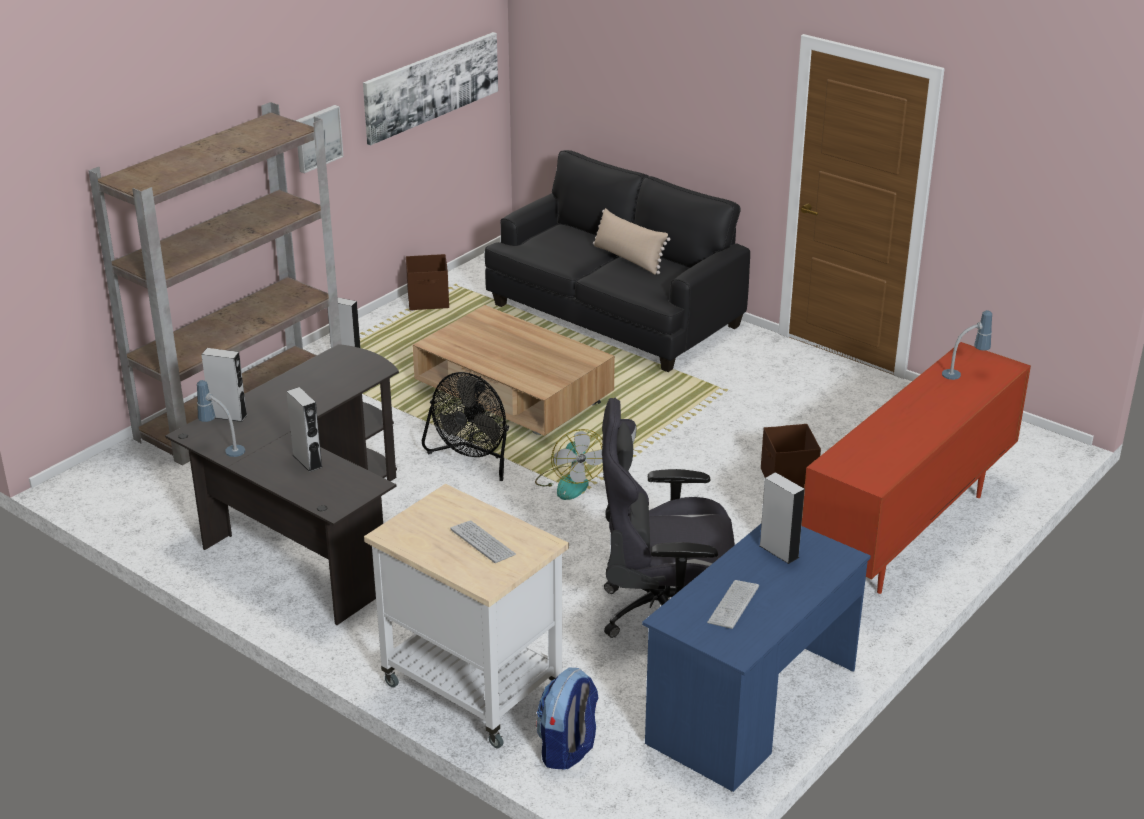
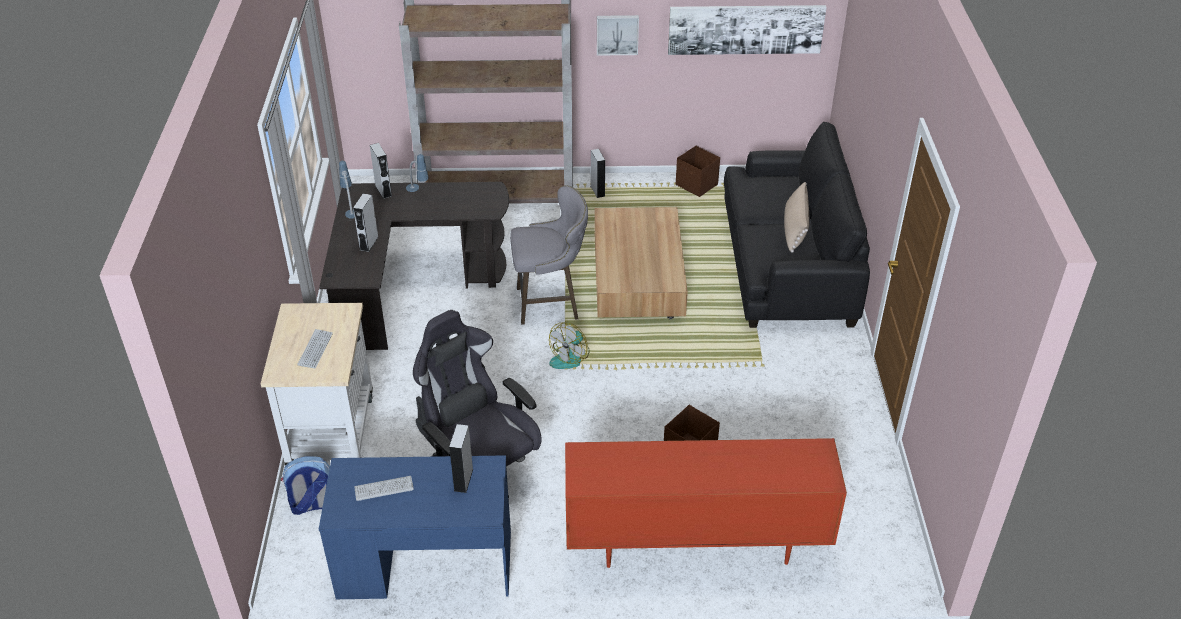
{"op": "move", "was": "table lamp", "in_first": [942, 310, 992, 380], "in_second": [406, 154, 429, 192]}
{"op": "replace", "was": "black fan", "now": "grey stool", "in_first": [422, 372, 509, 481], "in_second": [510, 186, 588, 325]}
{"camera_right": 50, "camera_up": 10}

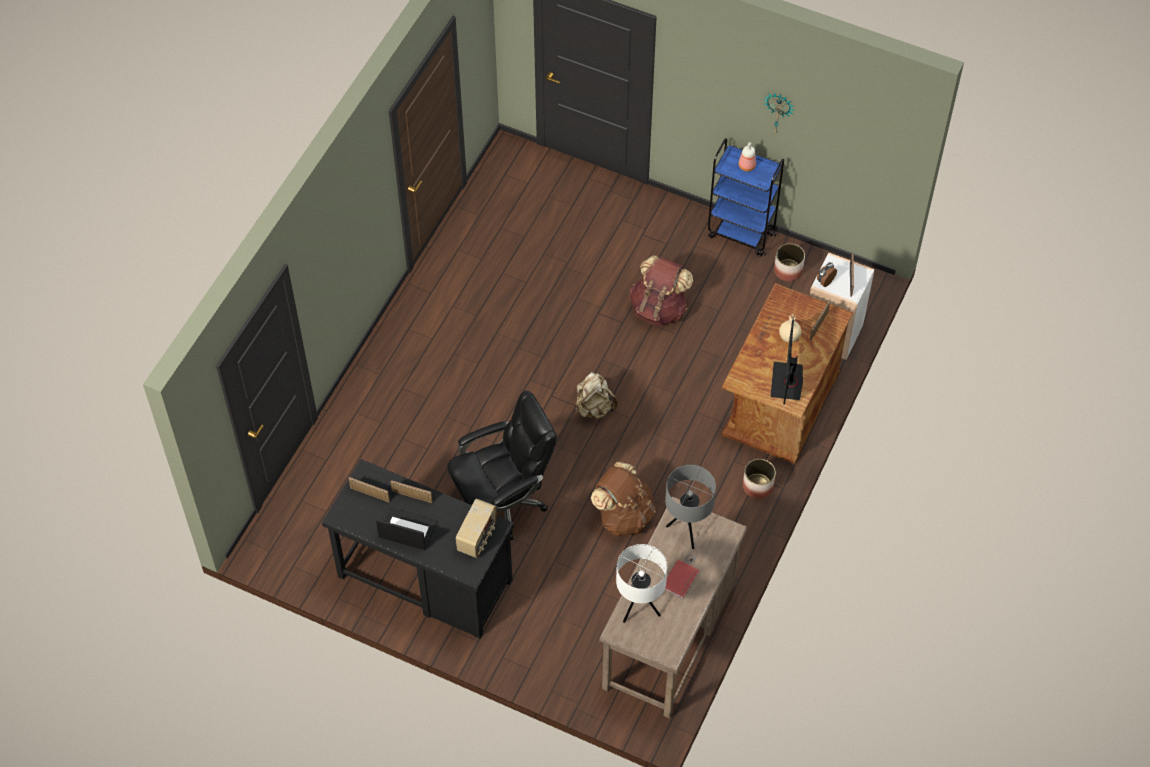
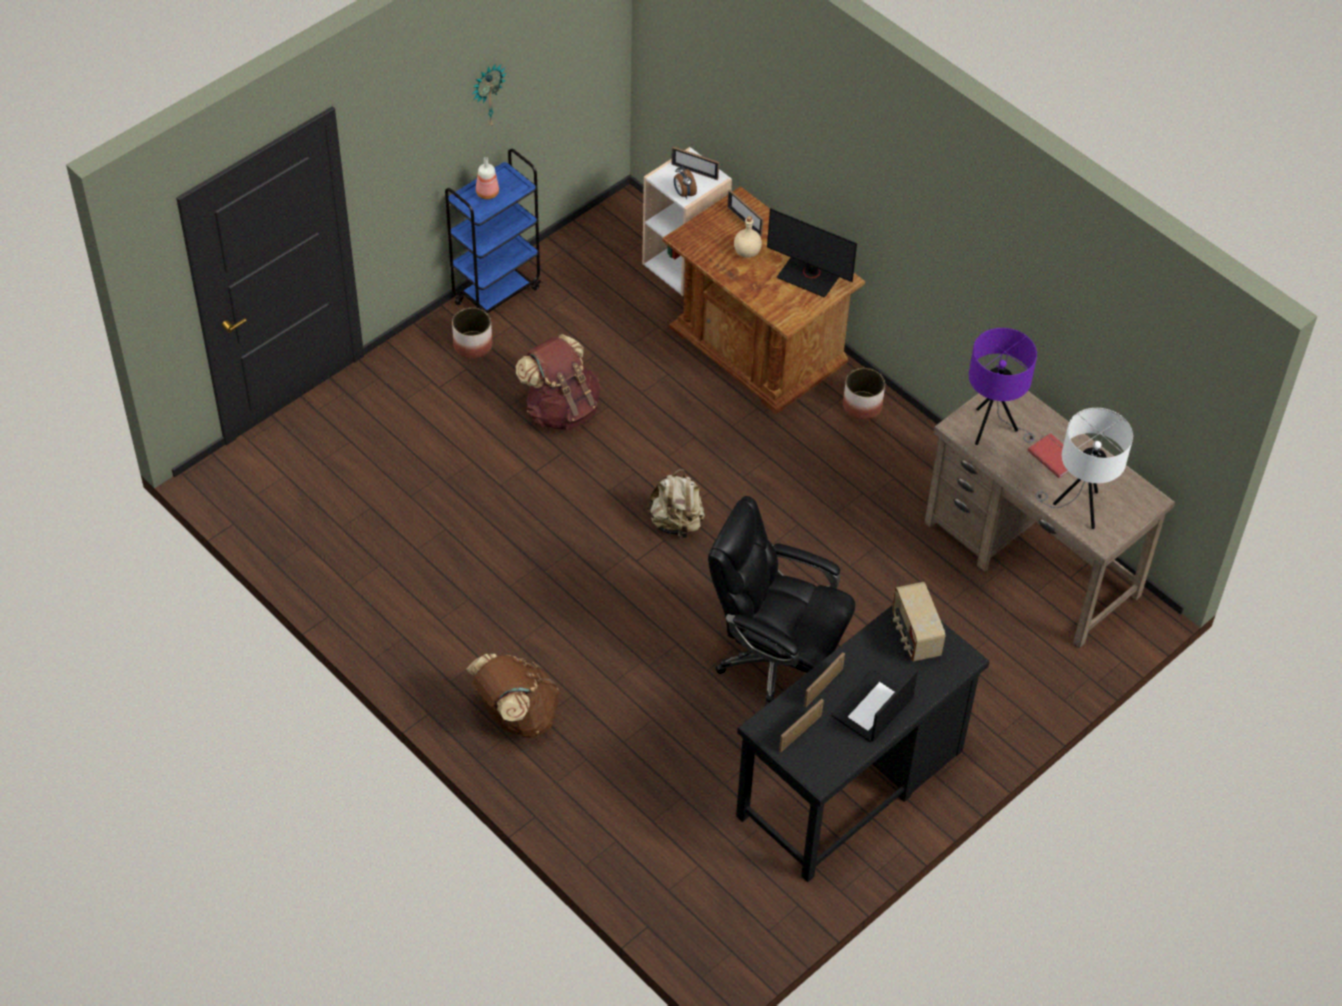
{"op": "move", "was": "planter", "in_first": [774, 243, 805, 281], "in_second": [452, 307, 493, 359]}
{"op": "move", "was": "brown backpack", "in_first": [591, 462, 657, 537], "in_second": [466, 654, 560, 738]}
{"op": "rotate", "was": "black office chair", "in_first": [447, 391, 557, 540], "in_second": [708, 496, 855, 706], "clockwise": -60}
{"op": "rotate", "was": "radio", "in_first": [456, 498, 497, 558], "in_second": [892, 582, 945, 662], "clockwise": -150}
{"op": "recolor", "was": "grey table lamp", "now": "purple table lamp", "in_first": [665, 465, 716, 563], "in_second": [969, 328, 1037, 445]}
{"camera_right": -70, "camera_up": -5}

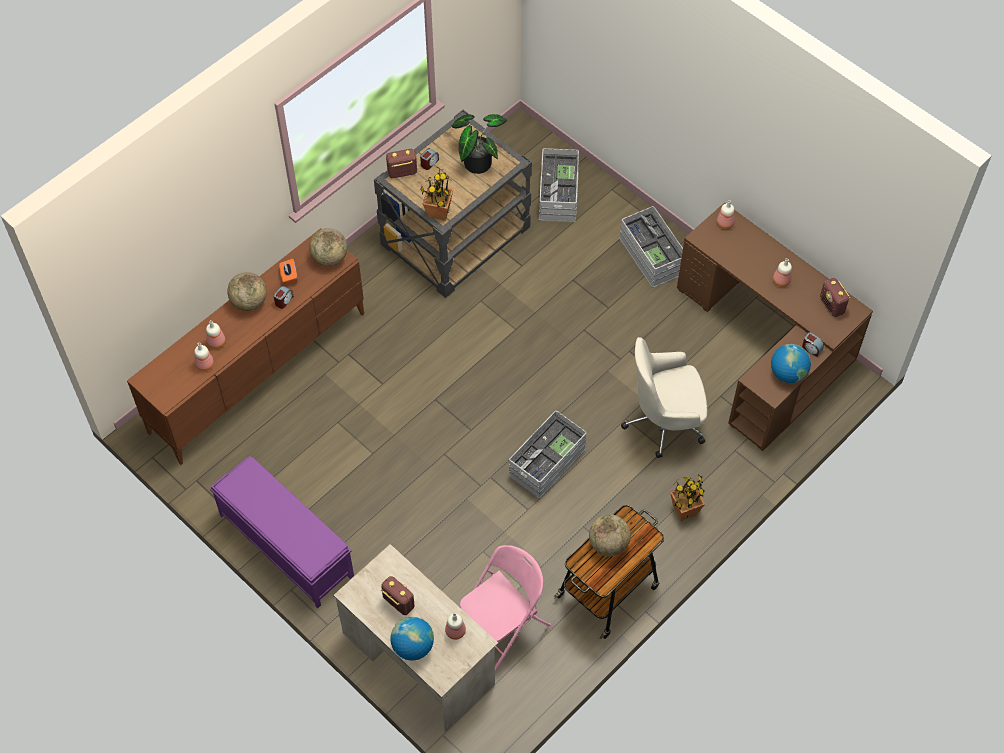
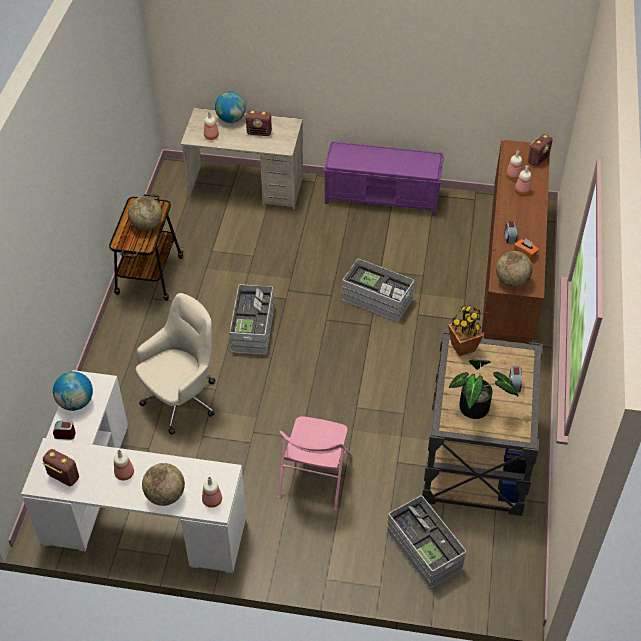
{"op": "recolor", "was": "brown desk", "now": "white desk", "in_first": [677, 202, 873, 451], "in_second": [21, 370, 246, 573]}
{"op": "move", "was": "globe", "in_first": [227, 272, 267, 311], "in_second": [142, 463, 185, 506]}
{"op": "move", "was": "pink chair", "in_first": [460, 545, 551, 671], "in_second": [278, 416, 352, 510]}
{"op": "move", "was": "grey storage box", "in_first": [619, 206, 683, 288], "in_second": [342, 259, 414, 322]}
{"op": "move", "was": "radio", "in_first": [386, 149, 417, 178], "in_second": [528, 134, 553, 167]}
{"op": "delete", "was": "potted plant", "in_first": [670, 475, 705, 521]}
{"camera_right": 145, "camera_up": -10}

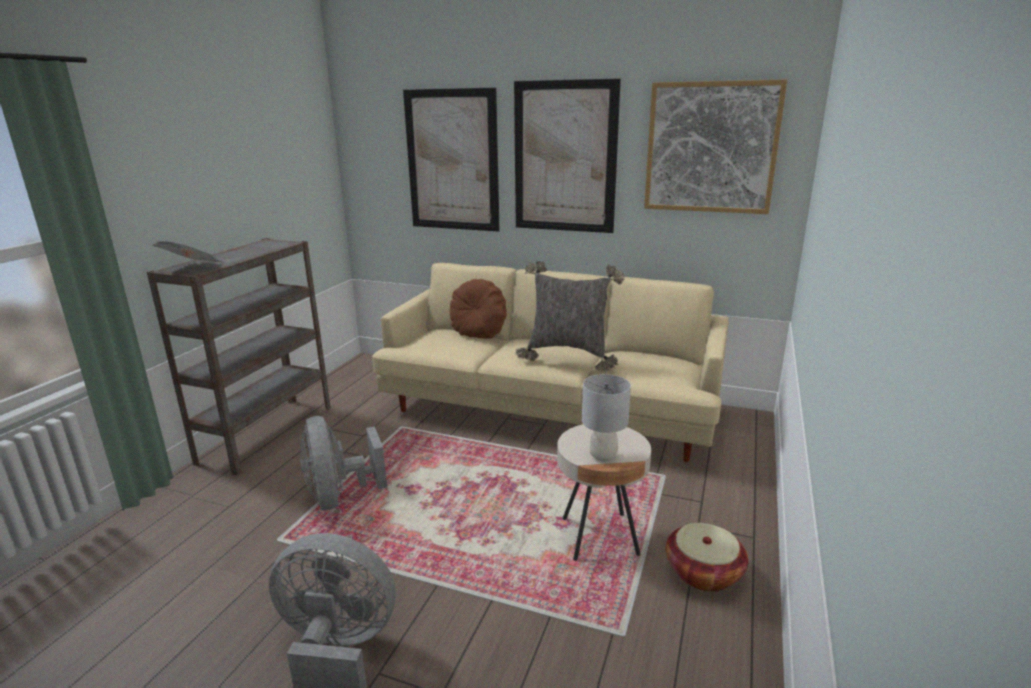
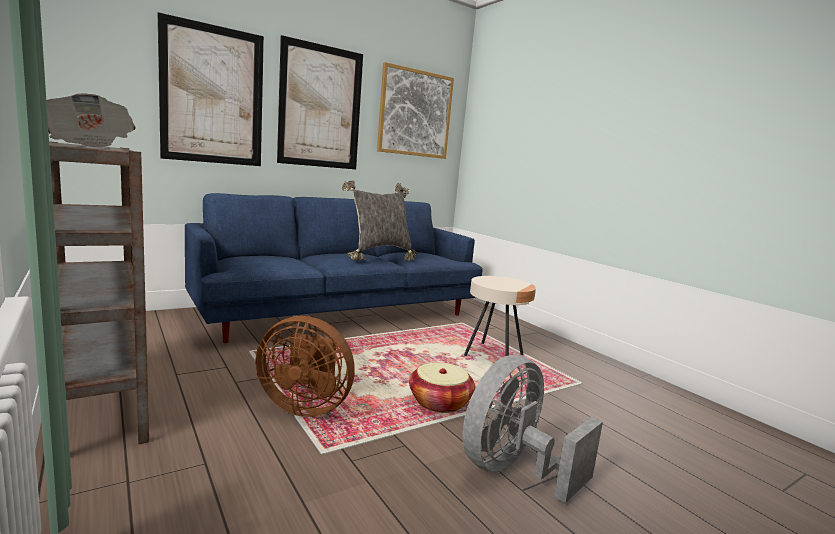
{"op": "recolor", "was": "beige sofa", "now": "blue sofa", "in_first": [372, 263, 729, 462], "in_second": [185, 193, 483, 343]}
{"op": "recolor", "was": "grey fan", "now": "brown fan", "in_first": [300, 416, 387, 510], "in_second": [255, 316, 355, 417]}
{"op": "move", "was": "basket", "in_first": [665, 523, 748, 592], "in_second": [409, 363, 475, 413]}
{"op": "delete", "was": "brown pillow", "in_first": [450, 279, 507, 339]}
{"op": "delete", "was": "grey table lamp", "in_first": [582, 374, 631, 461]}
{"camera_right": -55, "camera_up": -10}

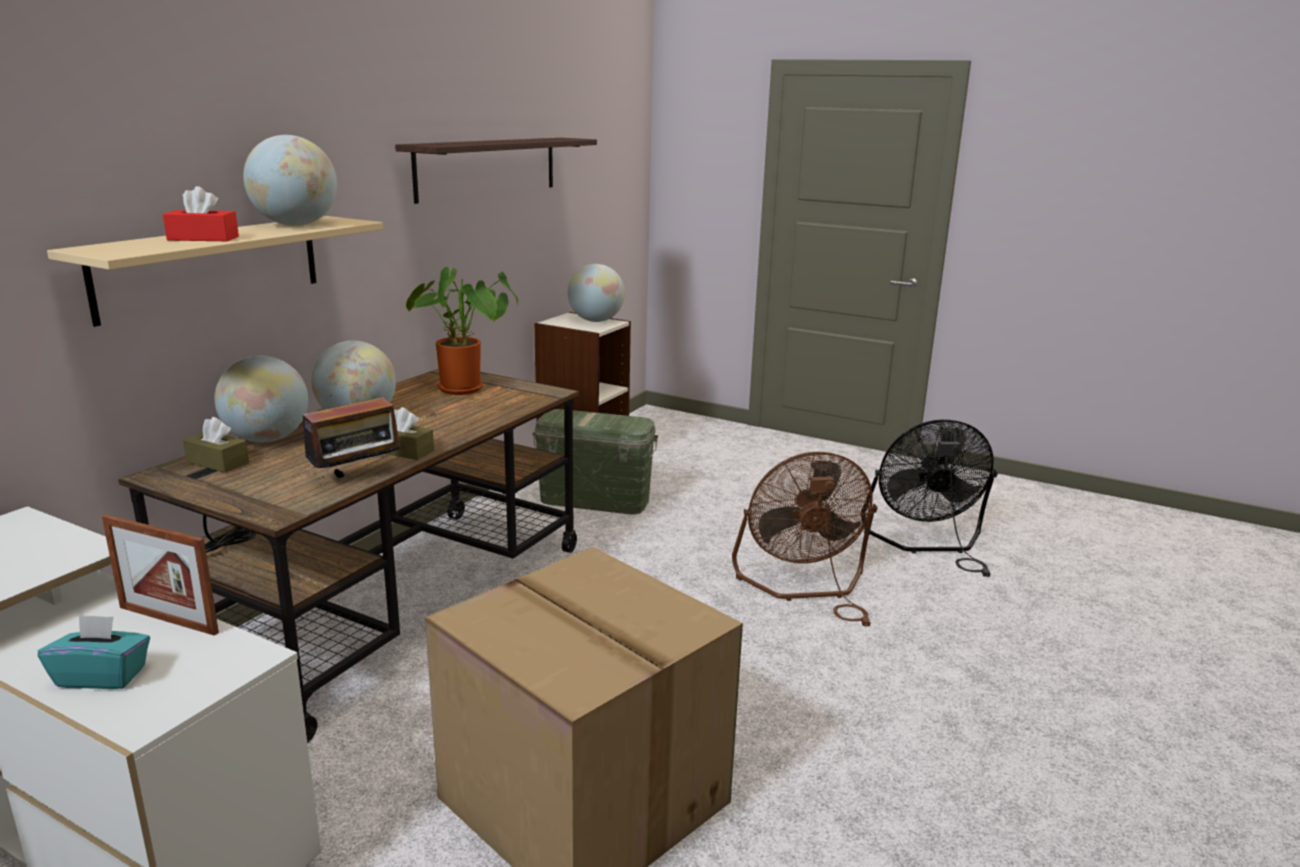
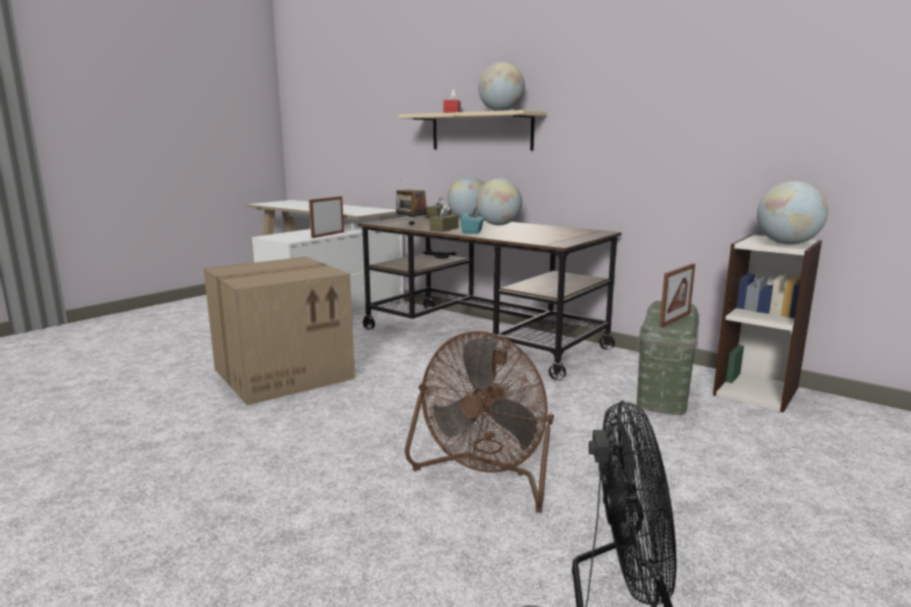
{"op": "rotate", "was": "brown fan", "in_first": [732, 452, 878, 626], "in_second": [405, 331, 554, 512], "clockwise": 120}
{"op": "move", "was": "turquoise tissue box", "in_first": [38, 614, 150, 689], "in_second": [461, 207, 484, 234]}
{"op": "insert", "now": "picture frame", "in_second": [659, 263, 695, 328]}
{"op": "delete", "was": "shelf", "in_first": [395, 138, 597, 204]}
{"op": "delete", "was": "potted plant", "in_first": [406, 267, 518, 395]}
{"camera_right": 100, "camera_up": -5}

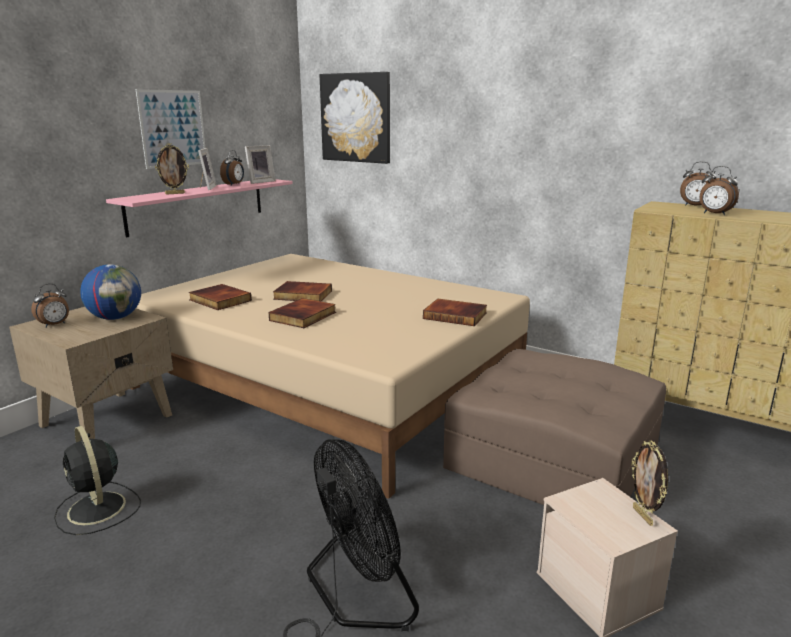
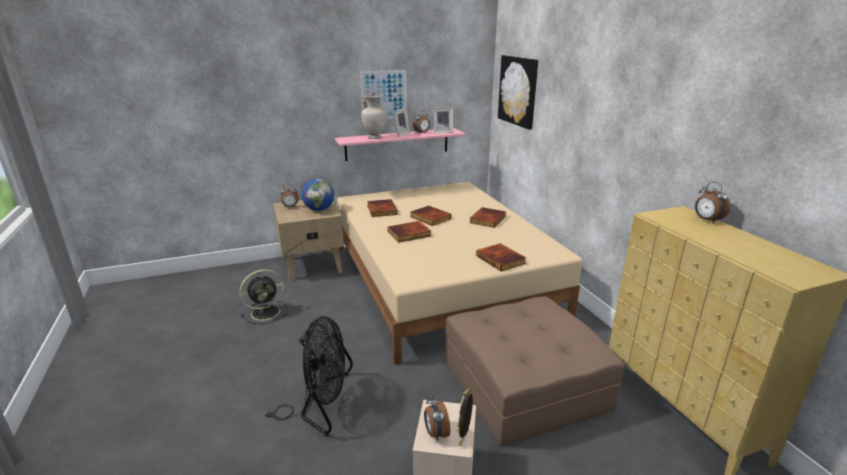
{"op": "rotate", "was": "black fan", "in_first": [54, 426, 141, 535], "in_second": [240, 269, 288, 324], "clockwise": -120}
{"op": "replace", "was": "picture frame", "now": "beige vase", "in_first": [155, 143, 189, 195], "in_second": [361, 95, 386, 139]}
{"op": "move", "was": "alarm clock", "in_first": [700, 166, 739, 215], "in_second": [424, 395, 450, 441]}
{"op": "insert", "now": "book", "in_second": [469, 207, 506, 228]}
{"camera_right": 35, "camera_up": 5}

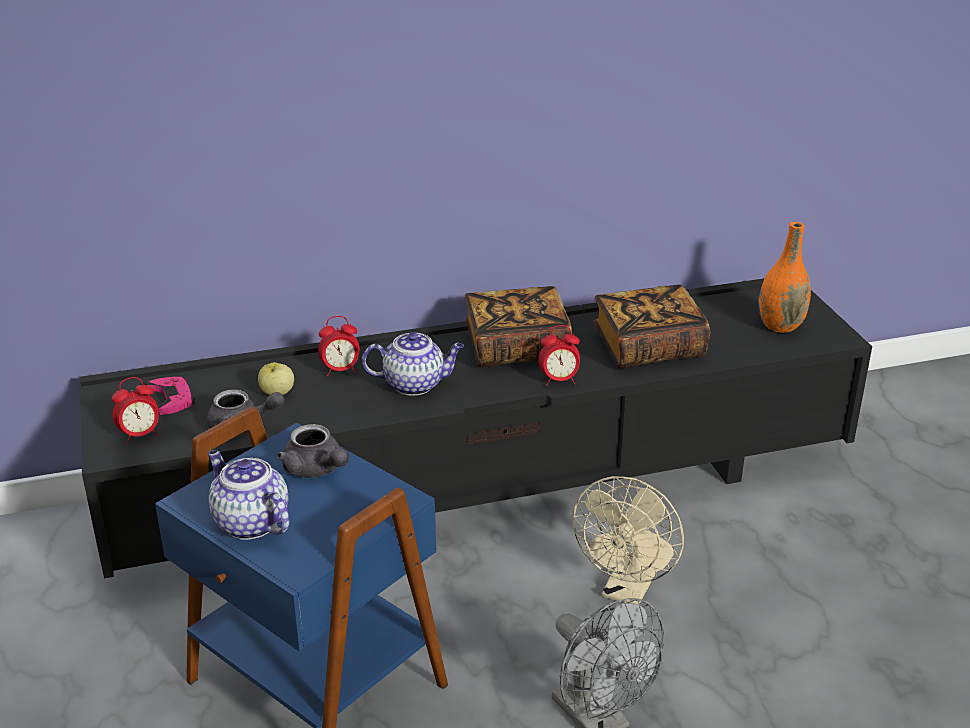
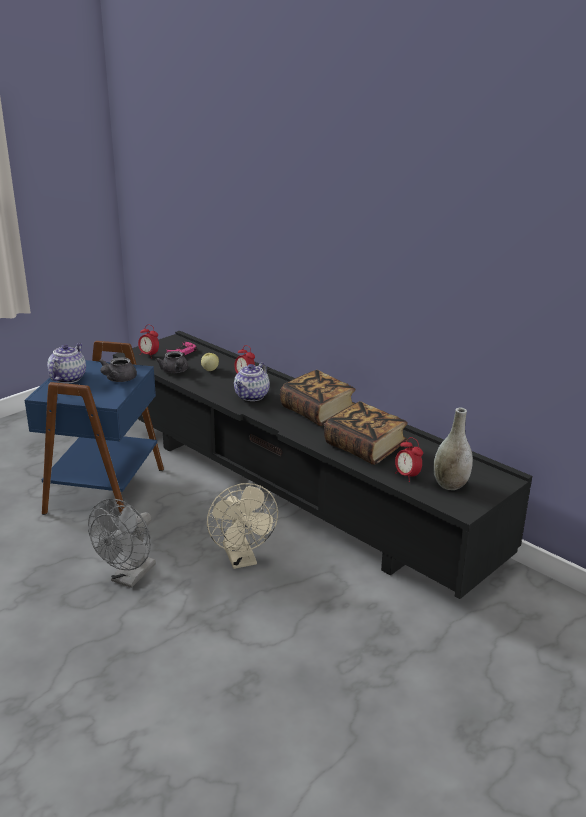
{"op": "rotate", "was": "beige fan", "in_first": [573, 476, 684, 605], "in_second": [207, 483, 278, 569], "clockwise": -105}
{"op": "rotate", "was": "teapot", "in_first": [362, 332, 464, 396], "in_second": [234, 362, 270, 401], "clockwise": 60}
{"op": "move", "was": "alarm clock", "in_first": [538, 325, 580, 386], "in_second": [395, 437, 423, 482]}
{"op": "recolor", "was": "orange vase", "now": "grey vase", "in_first": [758, 222, 811, 333], "in_second": [433, 408, 473, 490]}
{"camera_right": 60, "camera_up": -5}

